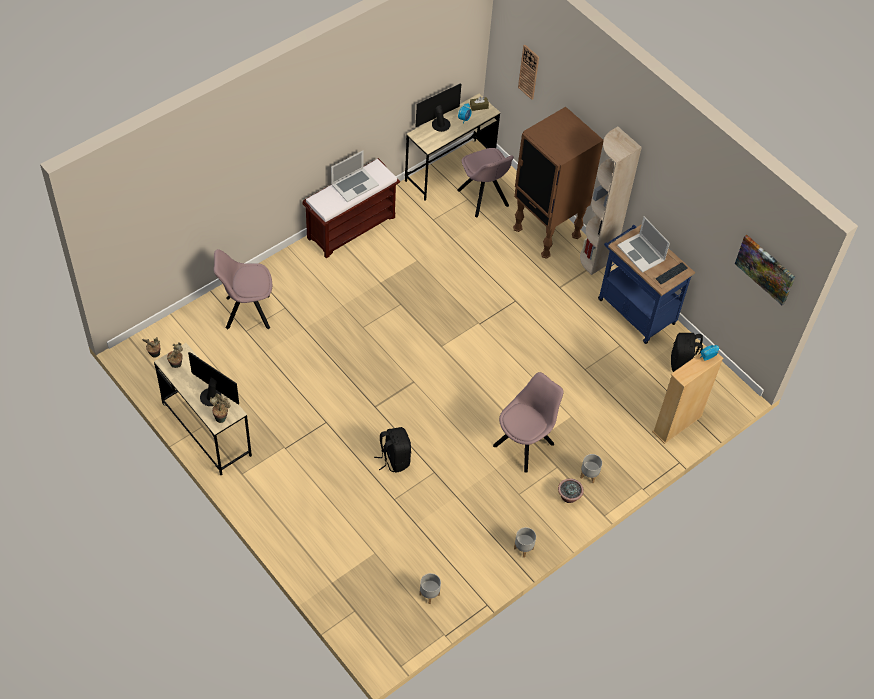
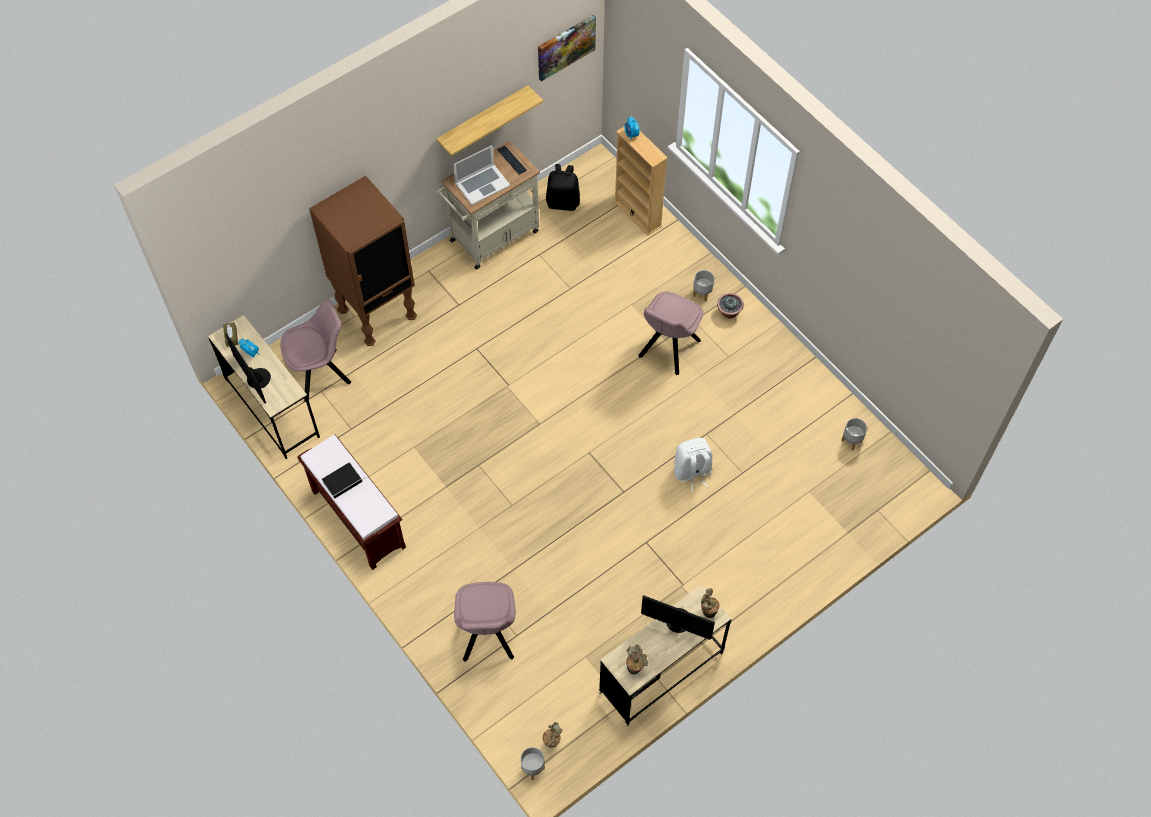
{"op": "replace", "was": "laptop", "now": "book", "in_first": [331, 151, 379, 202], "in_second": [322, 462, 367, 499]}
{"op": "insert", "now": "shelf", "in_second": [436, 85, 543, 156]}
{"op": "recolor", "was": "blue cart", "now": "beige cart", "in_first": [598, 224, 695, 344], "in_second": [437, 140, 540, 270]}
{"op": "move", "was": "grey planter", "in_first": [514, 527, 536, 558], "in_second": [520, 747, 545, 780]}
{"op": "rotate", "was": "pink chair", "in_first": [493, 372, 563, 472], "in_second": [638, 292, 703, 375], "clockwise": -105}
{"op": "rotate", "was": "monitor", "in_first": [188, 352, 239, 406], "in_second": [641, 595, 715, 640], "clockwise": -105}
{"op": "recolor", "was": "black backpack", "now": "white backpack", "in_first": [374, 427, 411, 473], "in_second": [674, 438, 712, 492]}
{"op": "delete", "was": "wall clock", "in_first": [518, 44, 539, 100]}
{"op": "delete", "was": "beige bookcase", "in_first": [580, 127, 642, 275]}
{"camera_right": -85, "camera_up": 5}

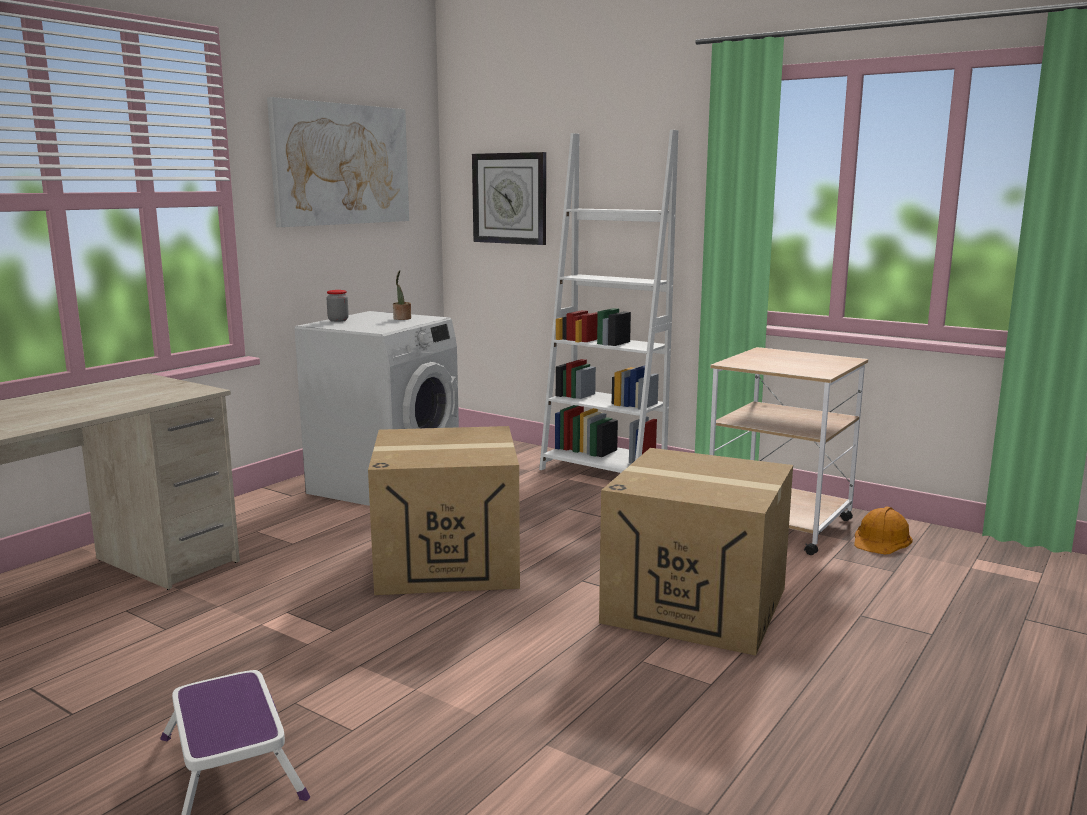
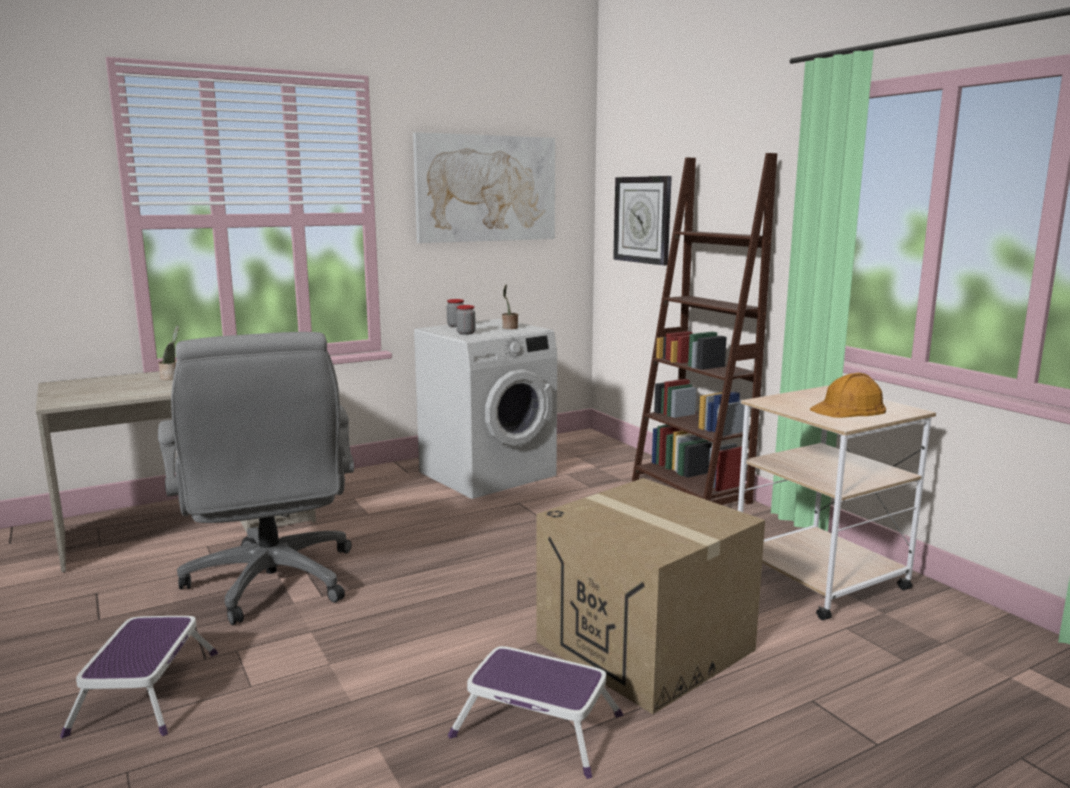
{"op": "insert", "now": "grey office chair", "in_second": [158, 332, 354, 625]}
{"op": "insert", "now": "potted plant", "in_second": [159, 325, 179, 380]}
{"op": "insert", "now": "purple step ladder", "in_second": [448, 646, 623, 779]}
{"op": "insert", "now": "jar", "in_second": [456, 305, 476, 335]}
{"op": "recolor", "was": "white bookcase", "now": "brown bookcase", "in_first": [539, 130, 678, 473], "in_second": [632, 153, 777, 505]}
{"op": "move", "was": "orange hard hat", "in_first": [854, 506, 913, 554], "in_second": [810, 372, 886, 418]}
{"op": "delete", "was": "cardboard box", "in_first": [368, 426, 520, 595]}
{"camera_right": 25, "camera_up": 0}

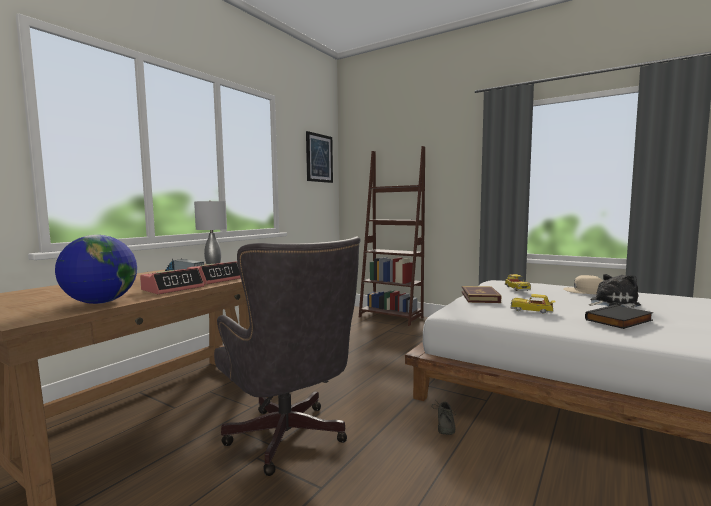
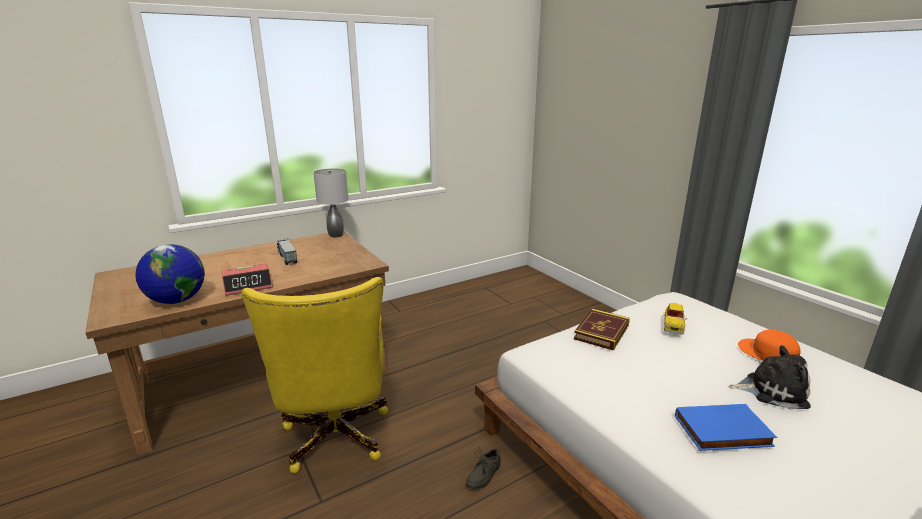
{"op": "recolor", "was": "grey office chair", "now": "yellow office chair", "in_first": [214, 237, 361, 476], "in_second": [242, 277, 388, 474]}
{"op": "recolor", "was": "black book", "now": "blue book", "in_first": [585, 305, 654, 329], "in_second": [675, 404, 777, 451]}
{"op": "recolor", "was": "beige cap", "now": "orange cap", "in_first": [563, 275, 603, 294], "in_second": [738, 330, 800, 361]}
{"op": "delete", "was": "alarm clock", "in_first": [187, 261, 241, 285]}
{"op": "delete", "was": "picture", "in_first": [306, 131, 333, 183]}
{"op": "delete", "was": "brown bookcase", "in_first": [359, 146, 425, 326]}
{"op": "delete", "was": "toy car", "in_first": [510, 294, 556, 314]}
{"camera_right": 25, "camera_up": 15}

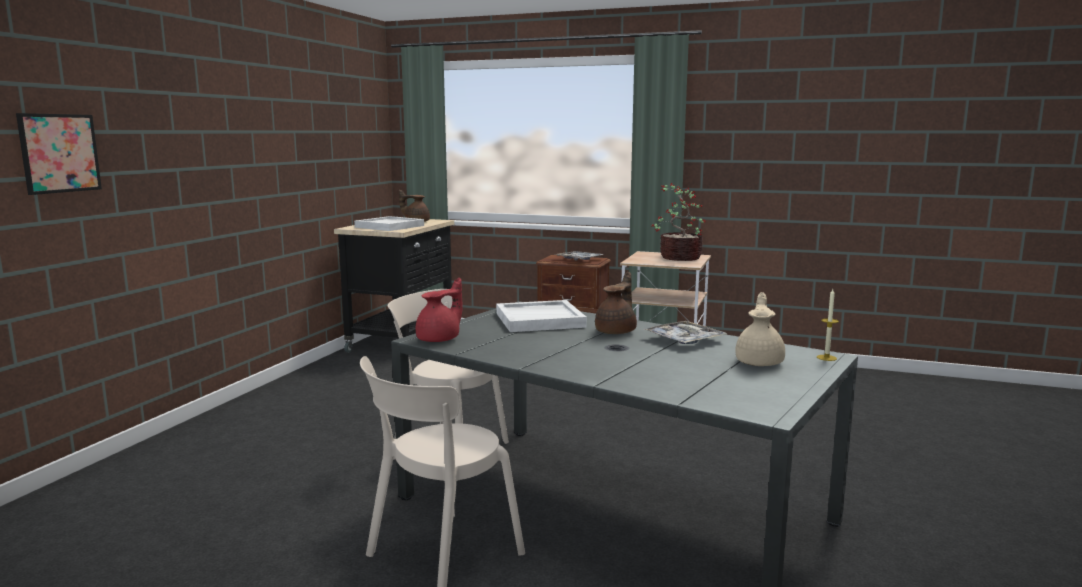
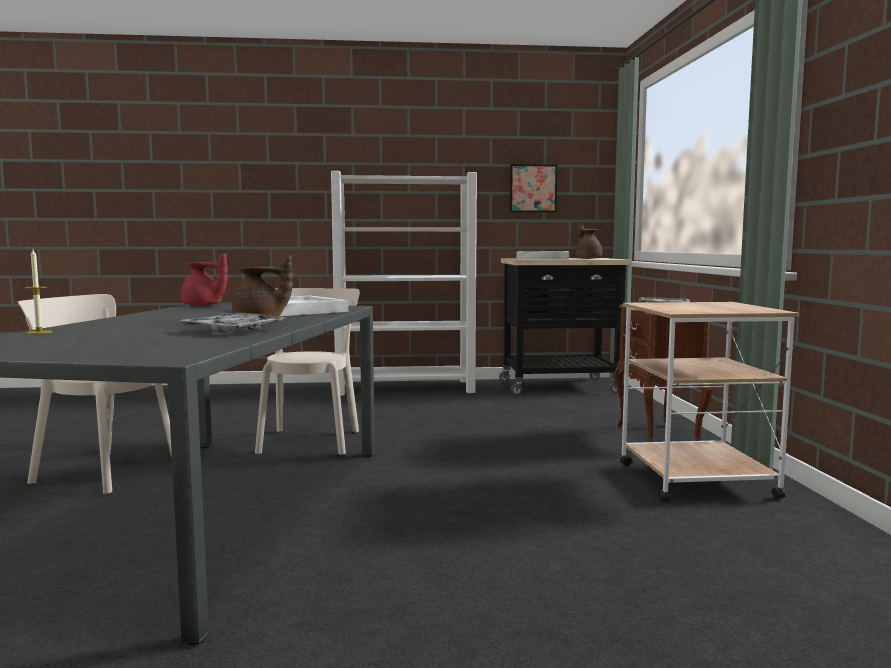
{"op": "move", "was": "candle", "in_first": [817, 289, 839, 361], "in_second": [25, 249, 52, 334]}
{"op": "insert", "now": "white bookcase", "in_second": [331, 171, 477, 396]}
{"op": "move", "was": "picture", "in_first": [16, 113, 102, 195], "in_second": [510, 164, 557, 212]}
{"op": "delete", "was": "potted plant", "in_first": [651, 183, 706, 261]}
{"op": "delete", "was": "beige teapot", "in_first": [735, 292, 785, 366]}
{"camera_right": 65, "camera_up": -5}

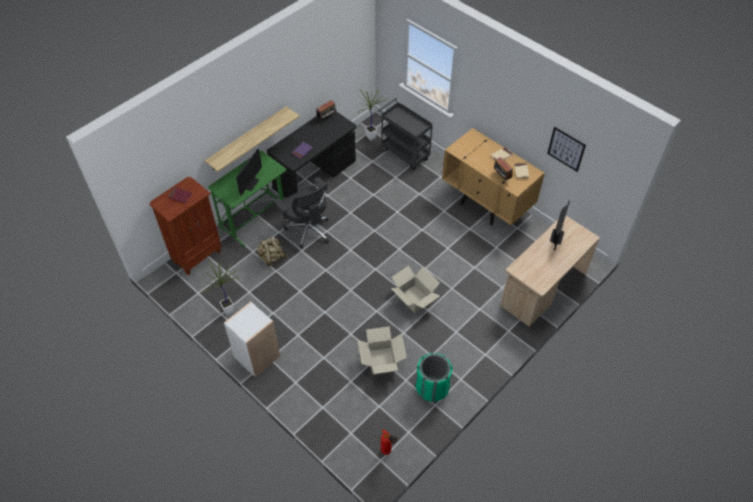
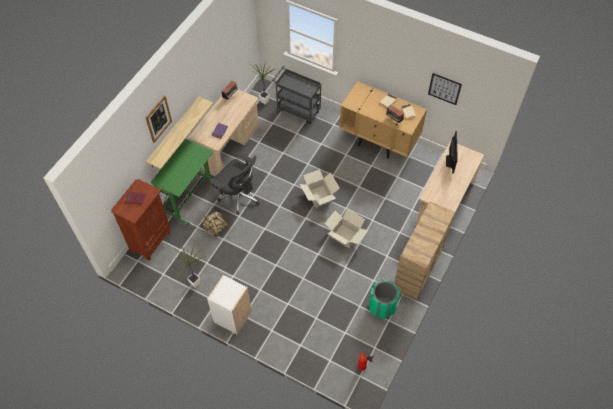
{"op": "insert", "now": "picture", "in_second": [146, 96, 172, 143]}
{"op": "recolor", "was": "black desk", "now": "beige desk", "in_first": [267, 111, 357, 198], "in_second": [189, 89, 259, 176]}
{"op": "move", "was": "cardboard box", "in_first": [358, 326, 407, 375], "in_second": [300, 169, 339, 208]}
{"op": "insert", "now": "brown bookcase", "in_second": [394, 201, 455, 300]}
{"op": "delete", "was": "monitor", "in_first": [236, 148, 262, 195]}
{"camera_right": -15, "camera_up": 5}

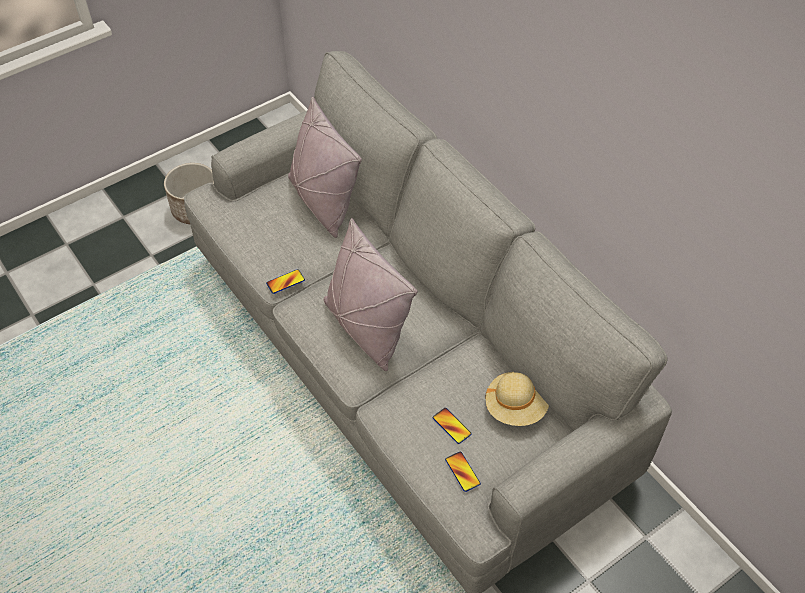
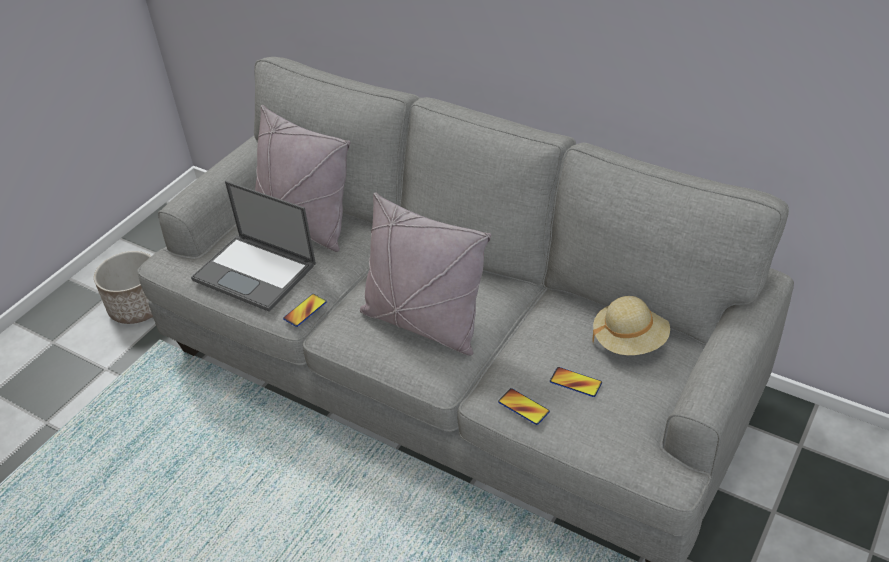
{"op": "insert", "now": "laptop", "in_second": [191, 181, 316, 312]}
{"op": "move", "was": "phone", "in_first": [445, 452, 481, 492], "in_second": [498, 388, 550, 425]}
{"camera_right": -20, "camera_up": -10}

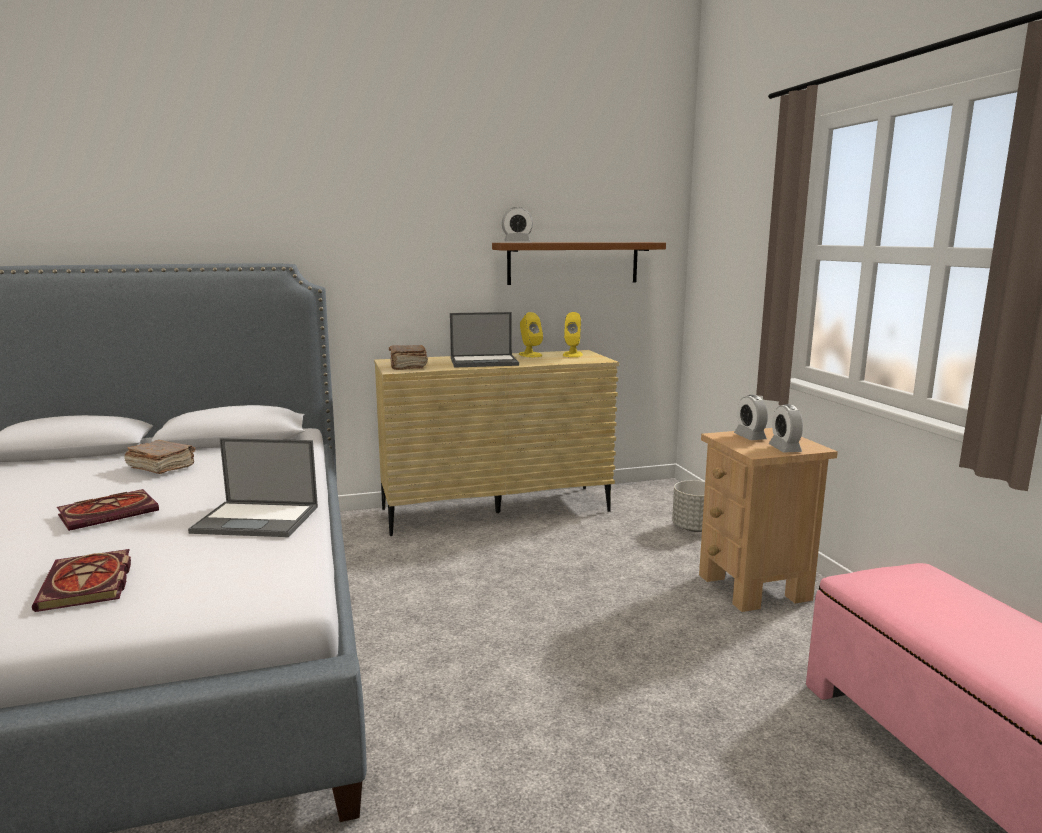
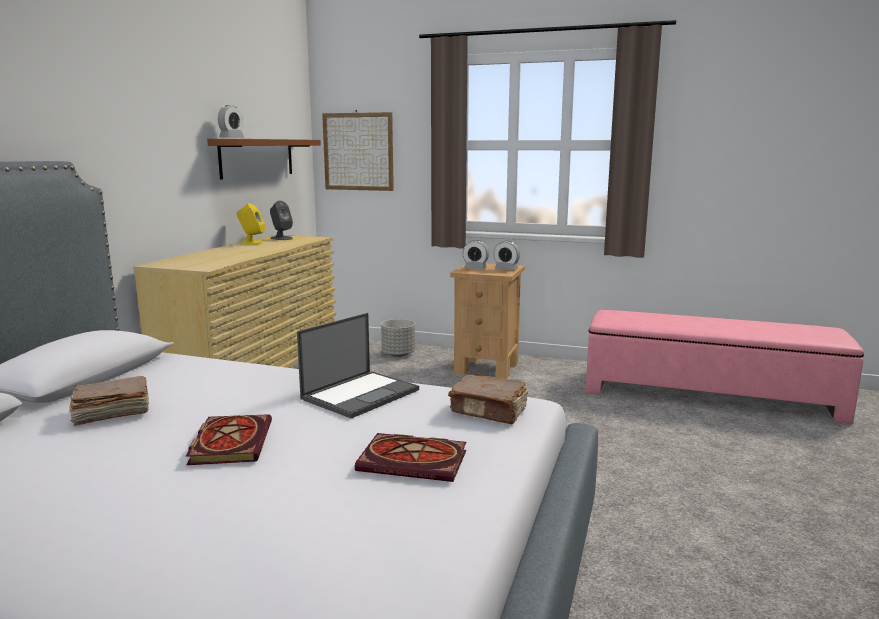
{"op": "recolor", "was": "yellow speaker", "now": "grey speaker", "in_first": [563, 312, 583, 357], "in_second": [270, 201, 293, 240]}
{"op": "insert", "now": "picture", "in_second": [322, 110, 394, 191]}
{"op": "move", "was": "brown book", "in_first": [389, 345, 428, 370], "in_second": [448, 375, 528, 424]}
{"op": "delete", "was": "laptop", "in_first": [450, 312, 519, 367]}
{"camera_right": -55, "camera_up": 0}

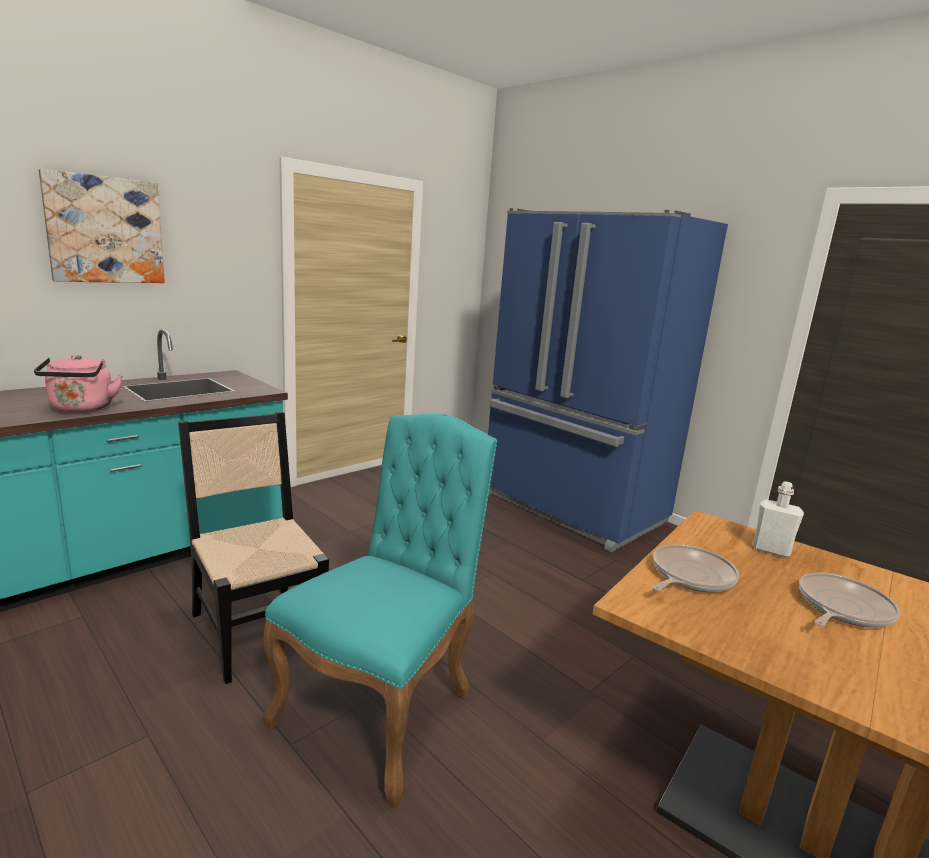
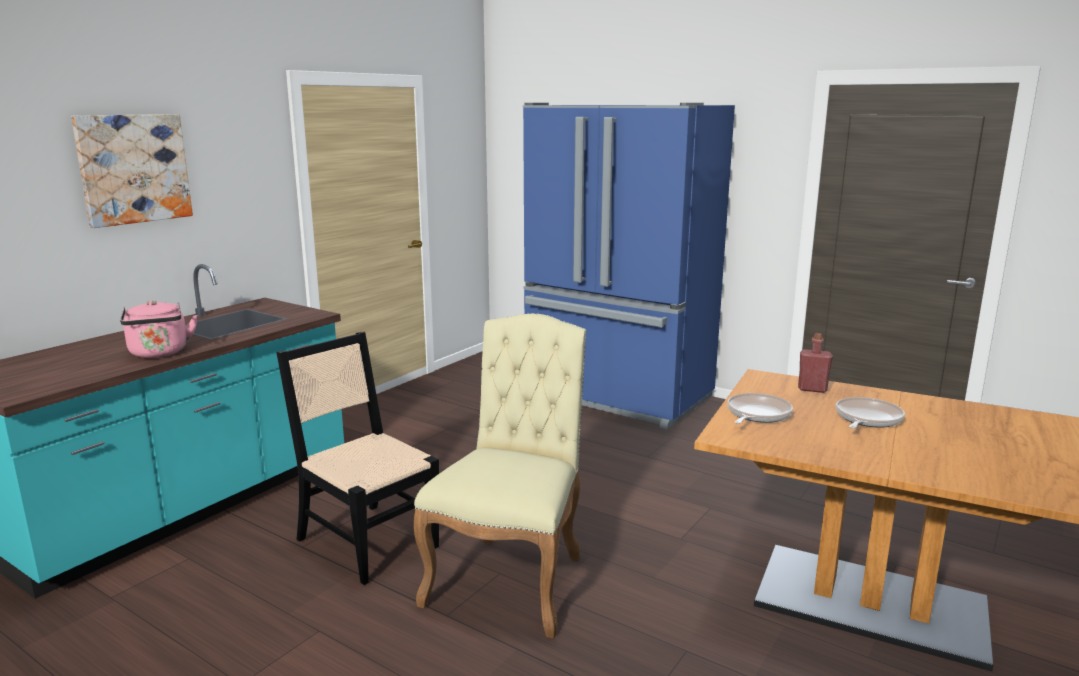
{"op": "recolor", "was": "turquoise chair", "now": "beige chair", "in_first": [263, 413, 497, 808], "in_second": [414, 313, 586, 639]}
{"op": "recolor", "was": "white bottle", "now": "red bottle", "in_first": [753, 482, 804, 557], "in_second": [798, 333, 833, 393]}
{"camera_right": -10, "camera_up": 0}

